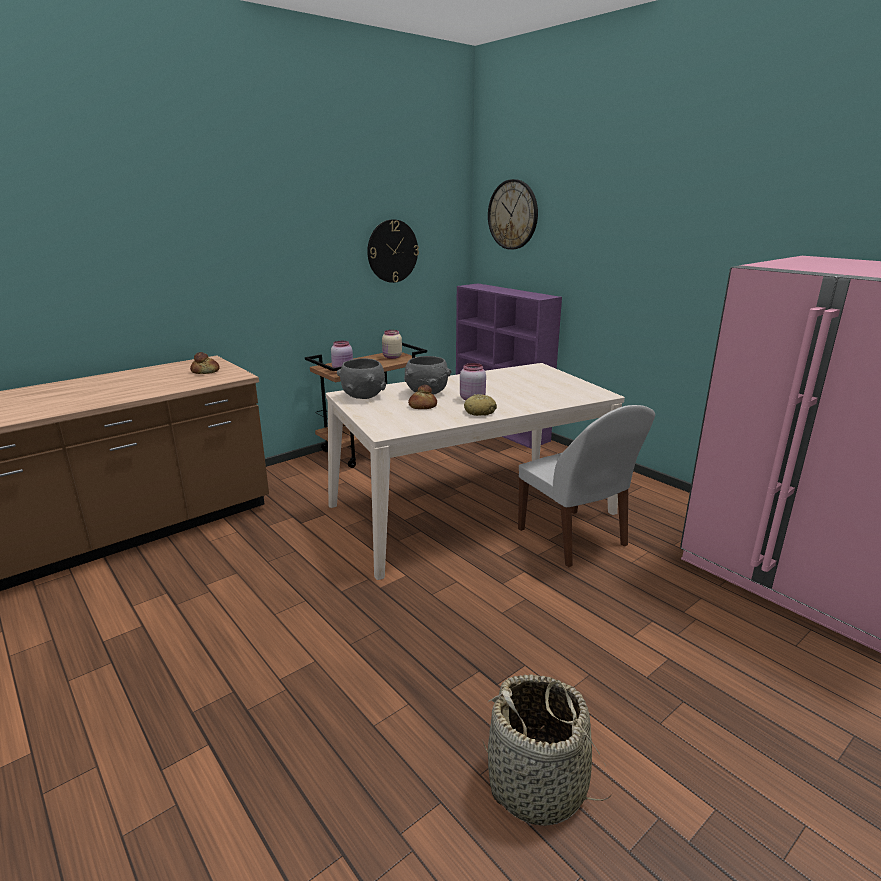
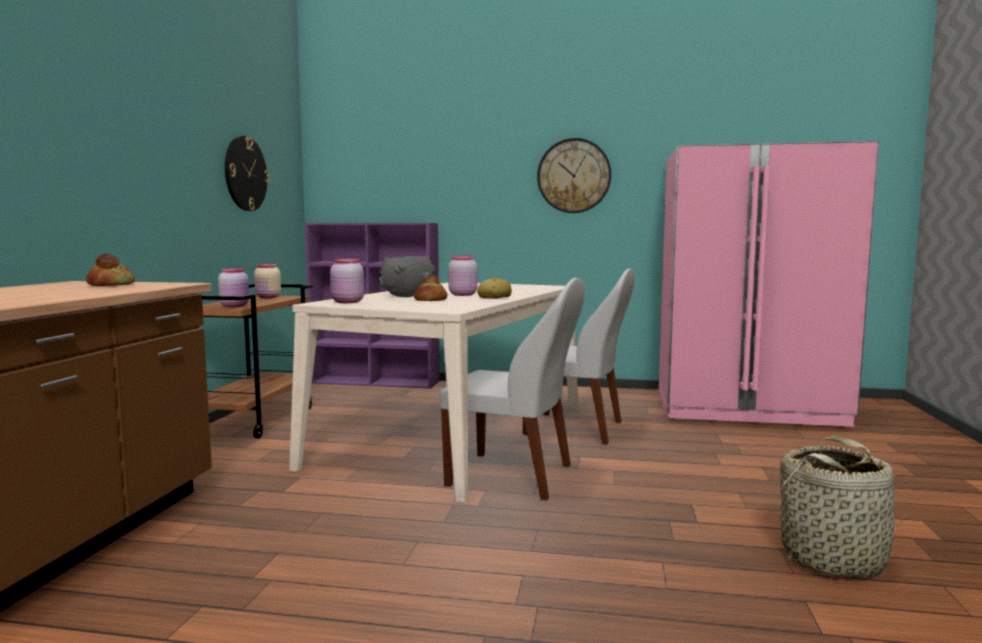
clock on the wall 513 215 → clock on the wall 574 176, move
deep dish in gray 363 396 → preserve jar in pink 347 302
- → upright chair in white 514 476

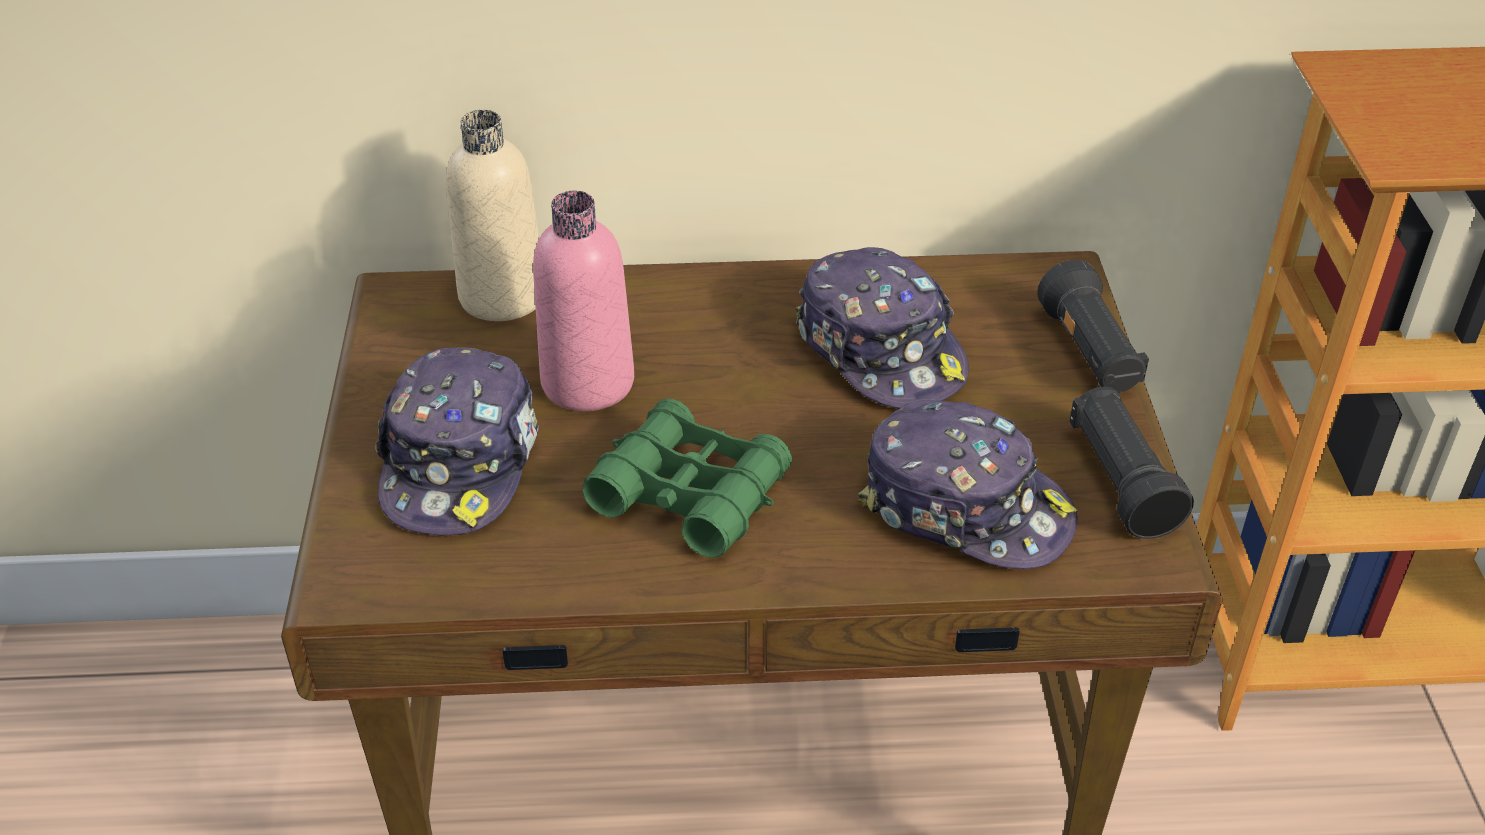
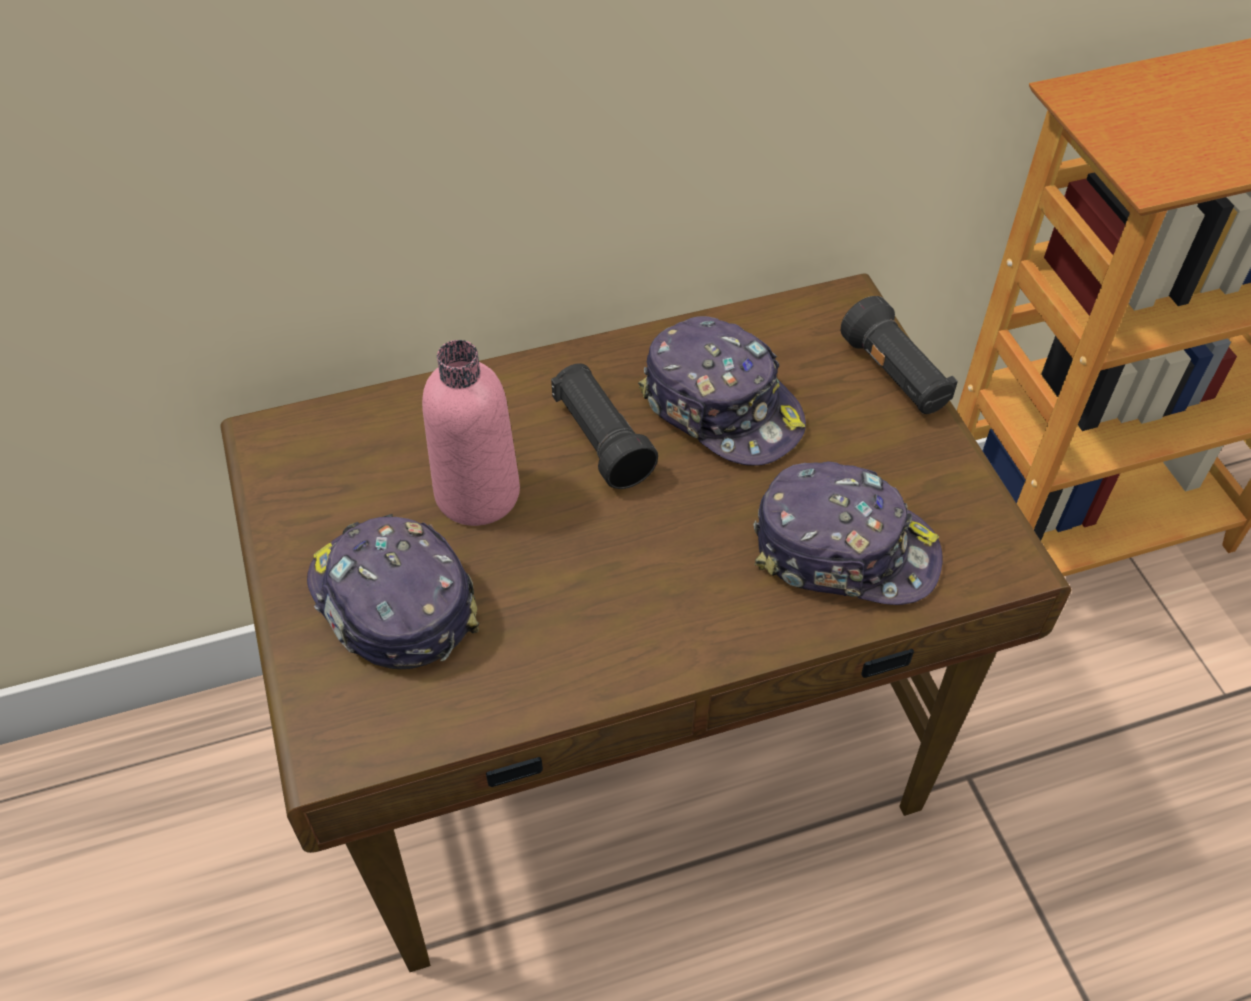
bottle in beige 502 296 → -
baseball cap 461 462 → baseball cap 391 601, 150 degrees clockwise
hand torch in black-coloured 1120 481 → hand torch in black-coloured 601 440, move
pair of binoculars in greenish 690 494 → -

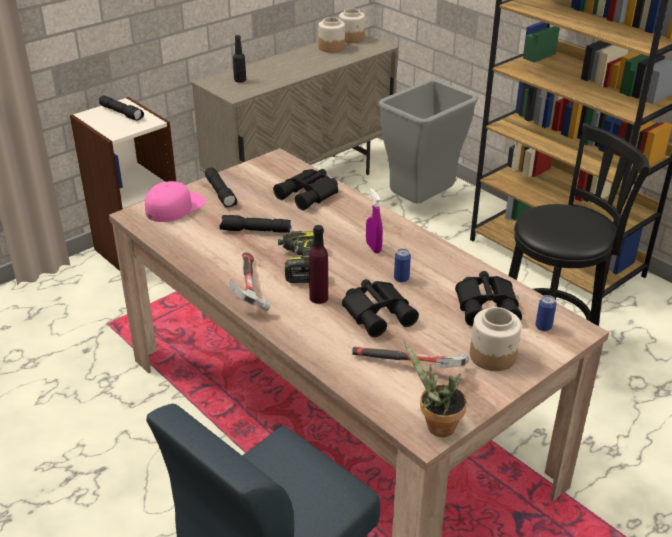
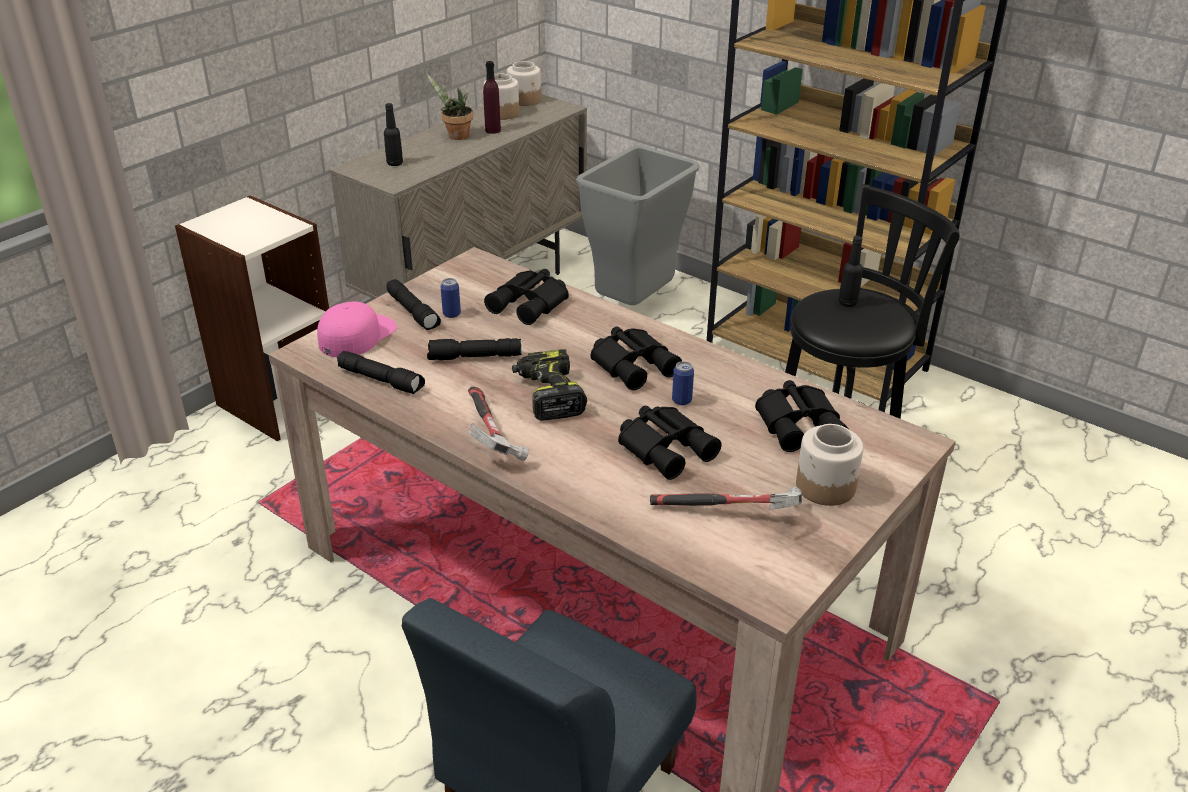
hand torch in black-coloured 122 113 → hand torch in black-coloured 382 380, move
spray bottle in purplish 373 247 → pair of binoculars in black-coloured 634 364
bottle in purplish 318 298 → bottle in purplish 493 130, move
metal can 543 327 → metal can 451 314, move
plant in a pot 436 426 → plant in a pot 455 136, move
- → bottle in black-coloured 847 303

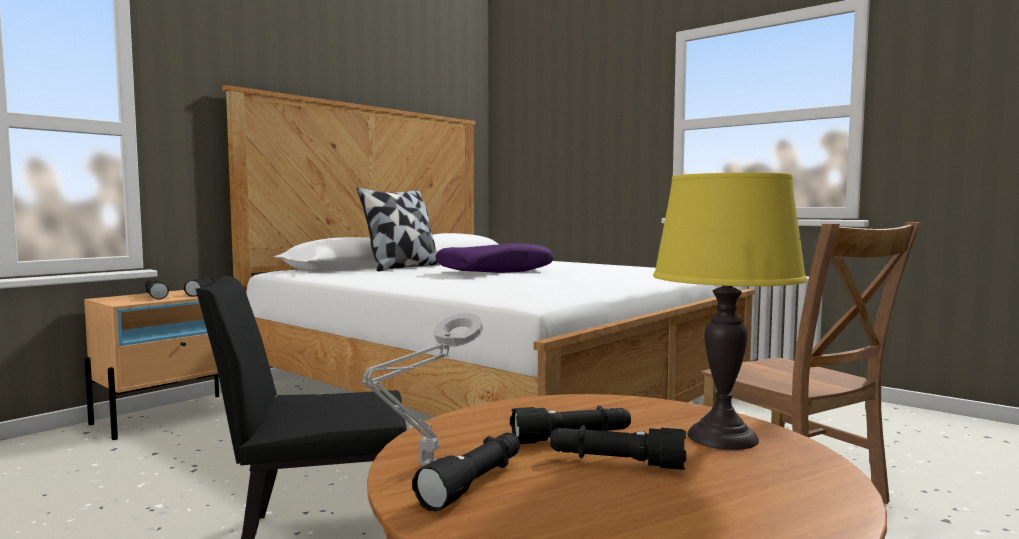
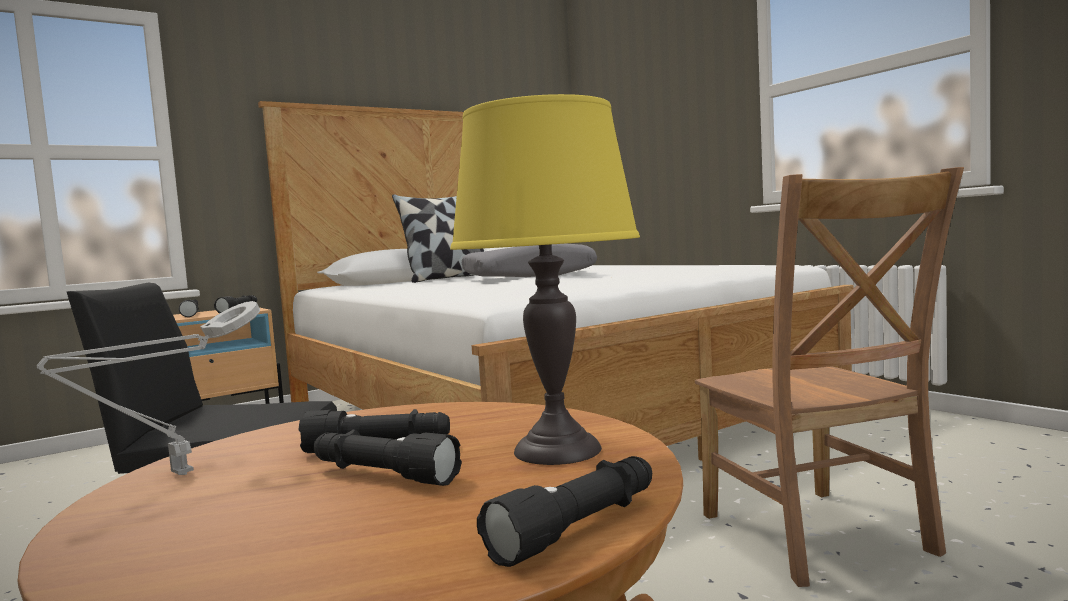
throw pillow in purplish 495 271 → throw pillow in gray 530 276
hand torch in black-coloured 475 483 → hand torch in black-coloured 579 528, move

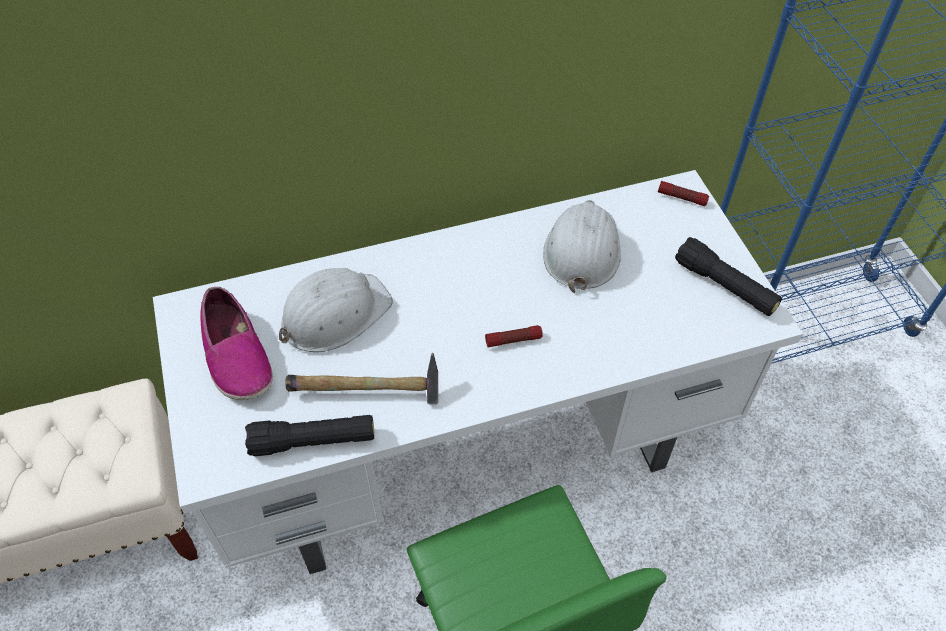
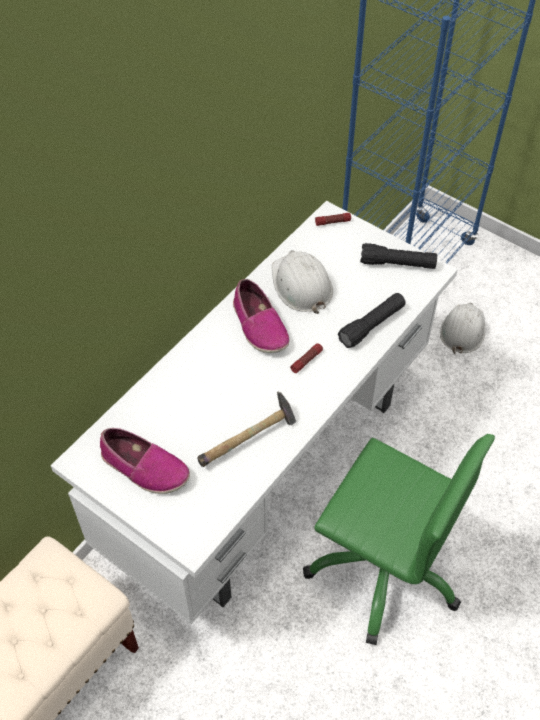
hard hat in white 334 314 → hard hat in white 462 330, move
hand torch in black-coloured 313 441 → hand torch in black-coloured 372 325, move
- → shoe 259 325

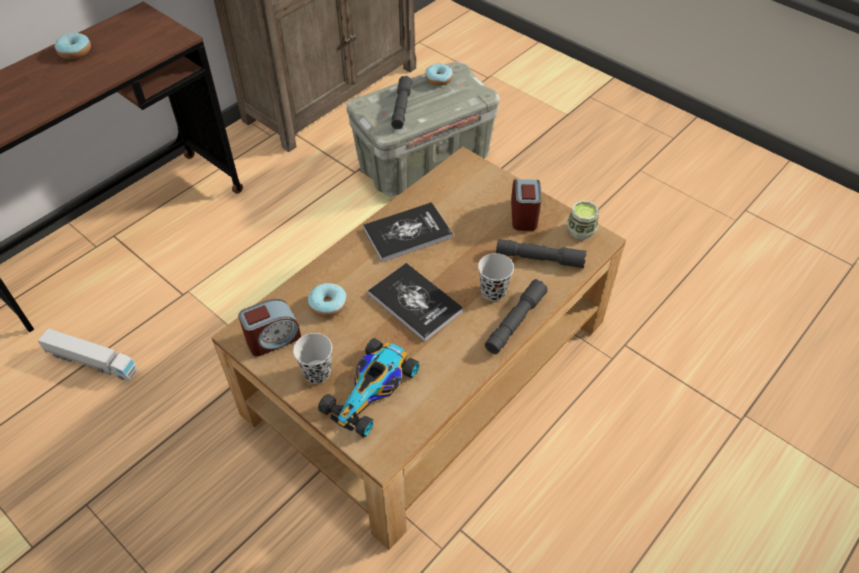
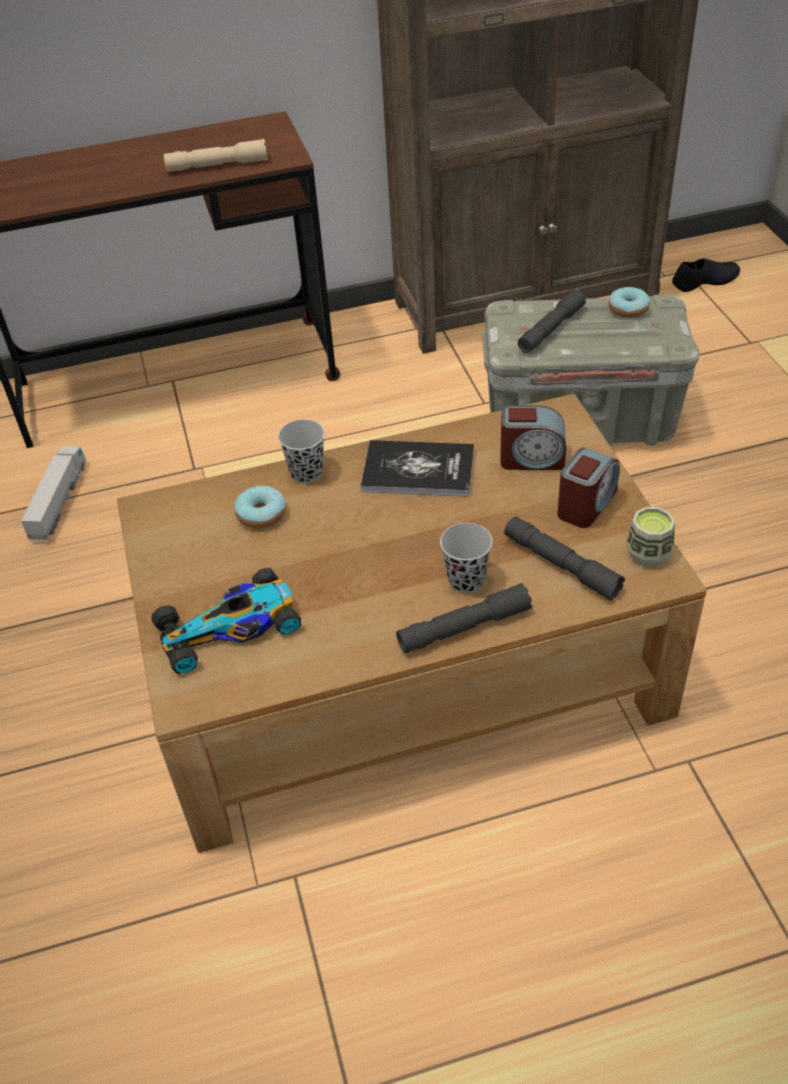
donut 75 52 → -
bound book 415 302 → -
bedside clock 273 339 → bedside clock 532 459, move
toy lorry 92 362 → toy lorry 59 502, 135 degrees counterclockwise
drinking cup in black-coloured 317 372 → drinking cup in black-coloured 306 473, move
- → hand torch in beige 217 165
- → shoe in black-coloured 704 281

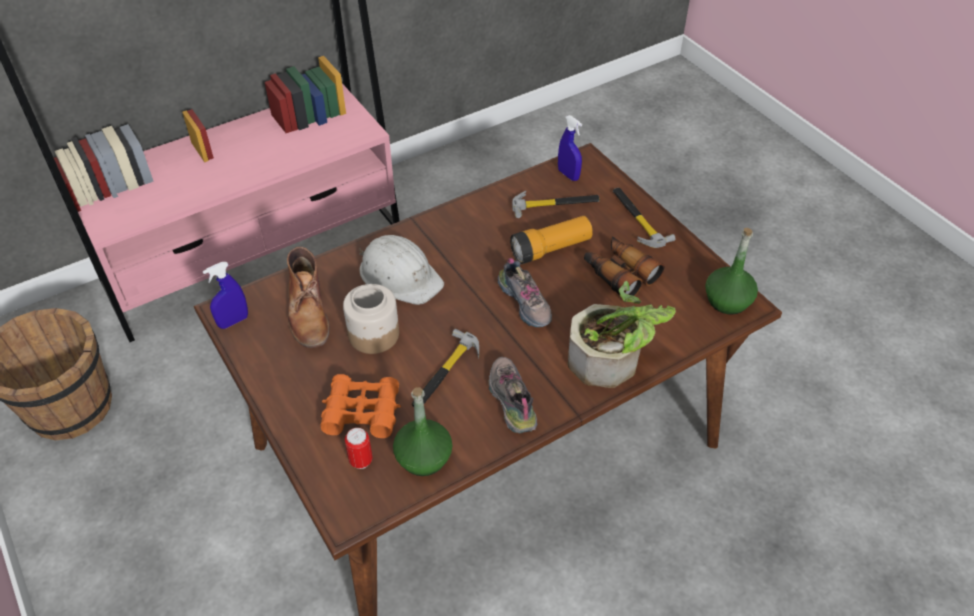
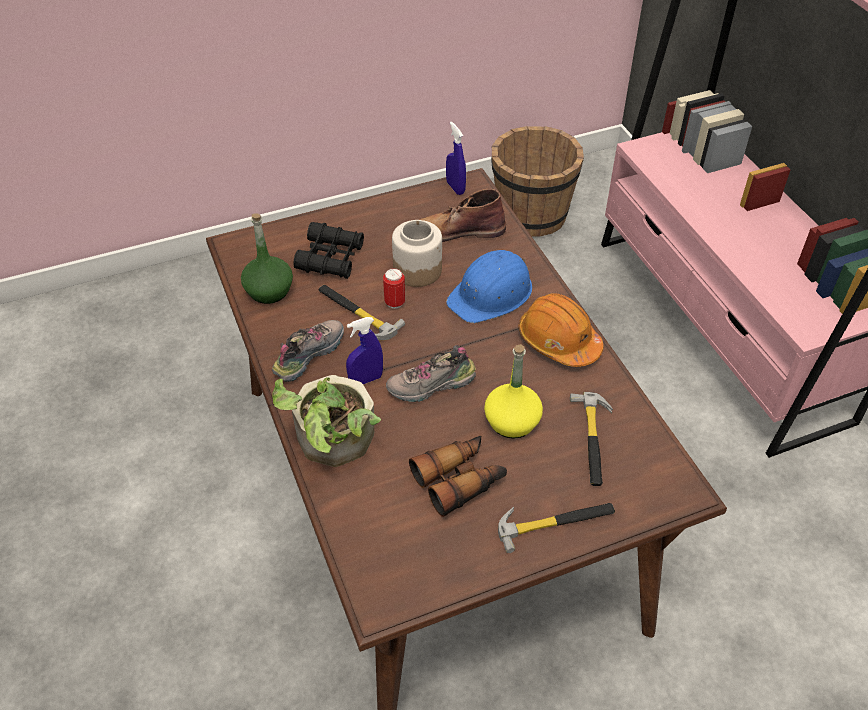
spray bottle in blue 568 175 → spray bottle in blue 366 380, move
hand torch 551 249 → bottle in yellow-coloured 512 422
bottle in greenish 727 300 → -
hard hat in white 400 276 → hard hat in blue 492 294
shoe 510 400 → shoe 309 354, 45 degrees counterclockwise
pair of binoculars in orange 362 412 → pair of binoculars in black-coloured 330 258
metal can 361 461 → metal can 394 302, move
- → hard hat in orange 558 341

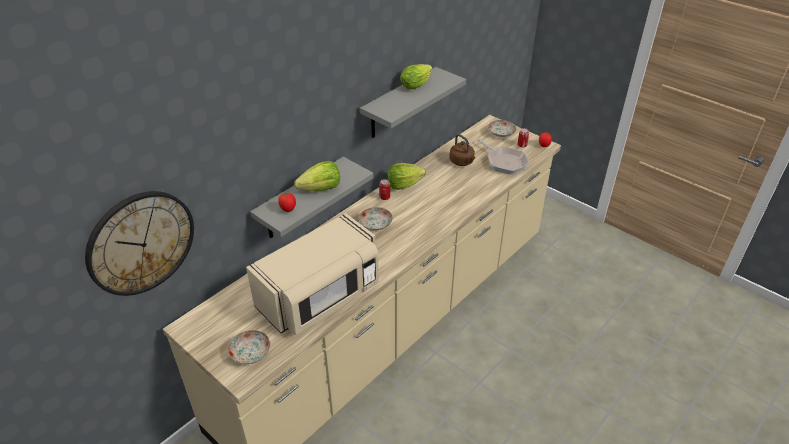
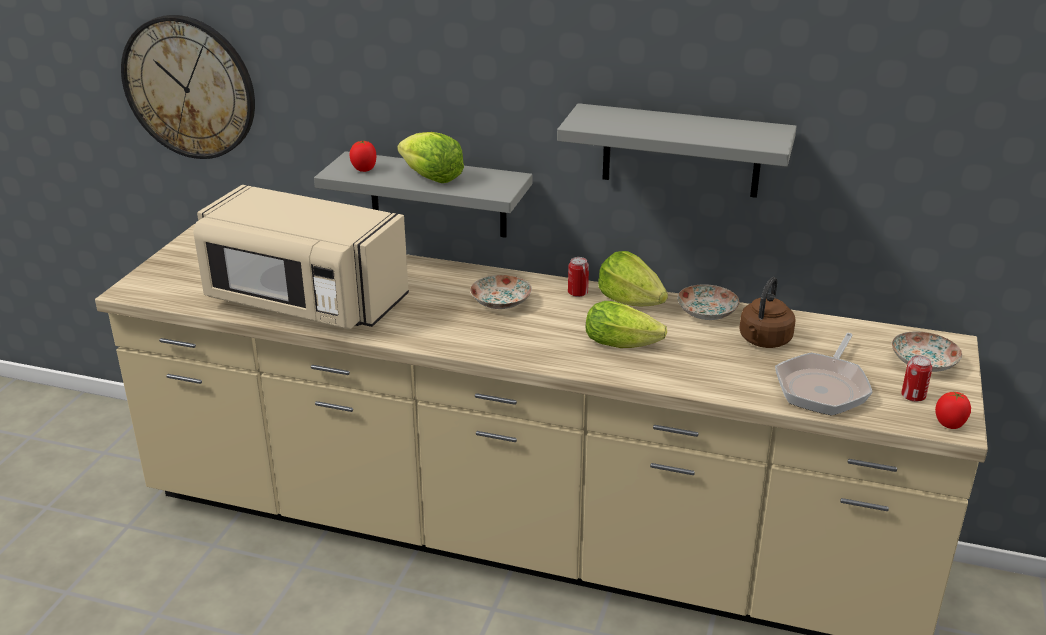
head of lettuce 417 84 → head of lettuce 625 343, move
flat dish 251 353 → flat dish 707 313, move

